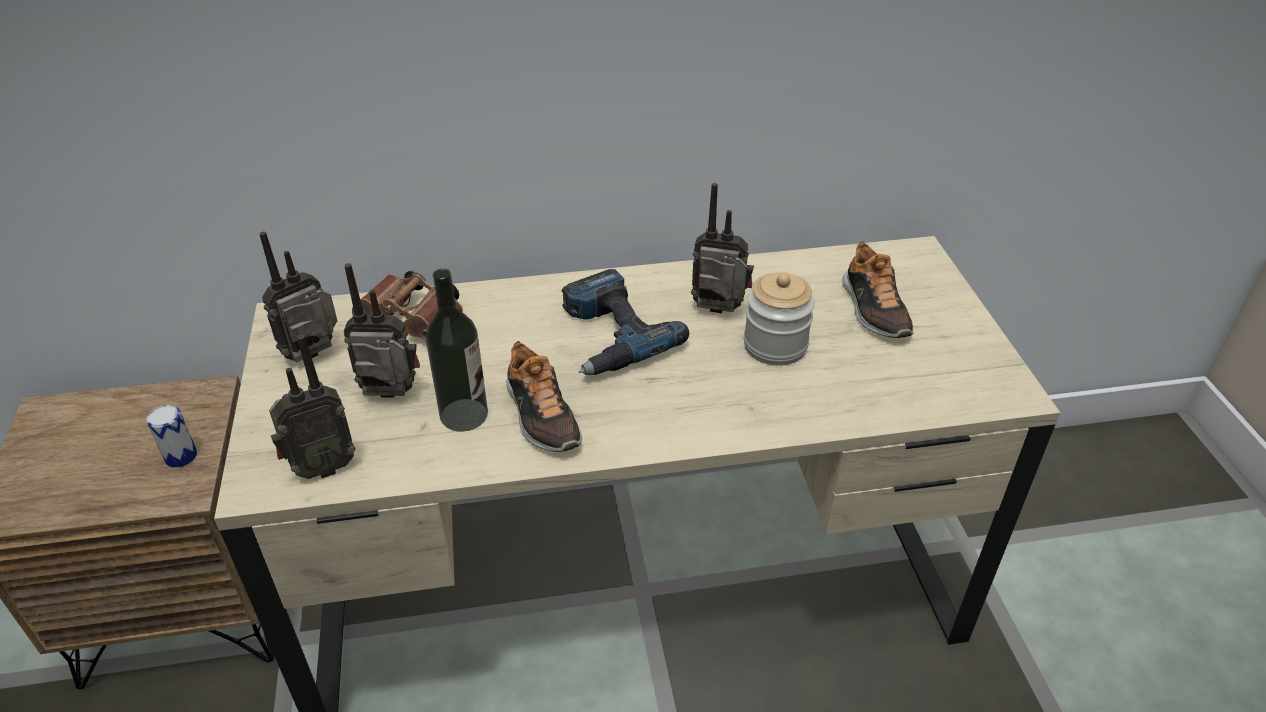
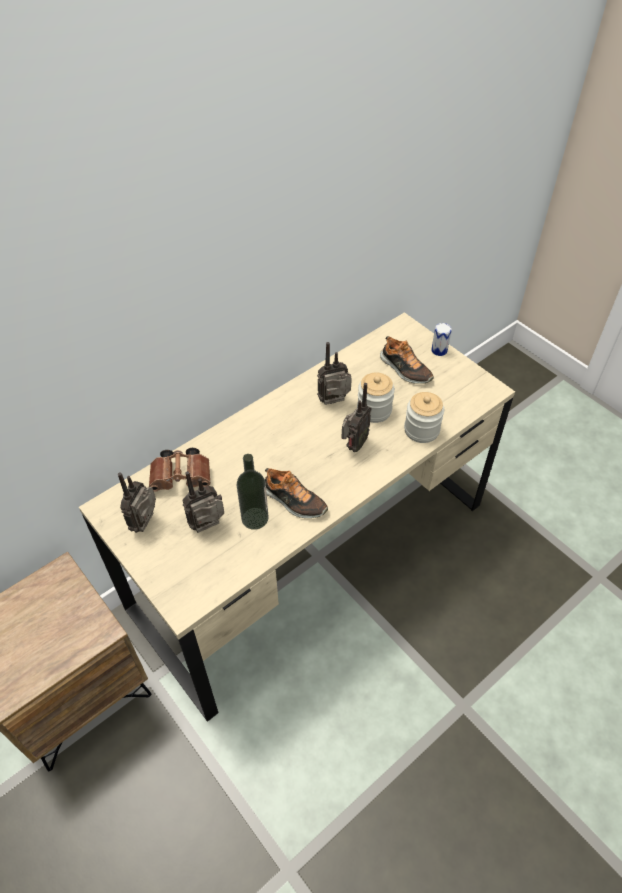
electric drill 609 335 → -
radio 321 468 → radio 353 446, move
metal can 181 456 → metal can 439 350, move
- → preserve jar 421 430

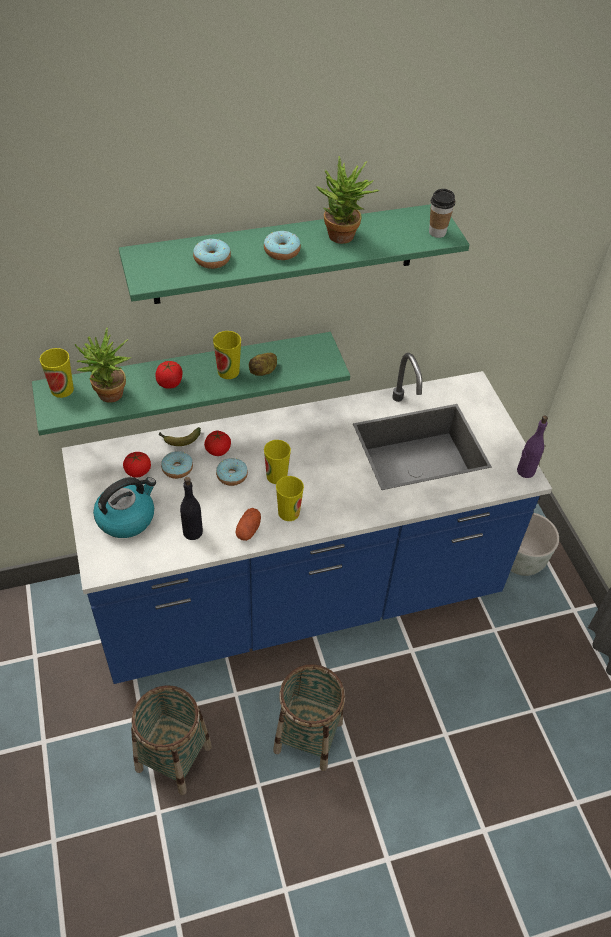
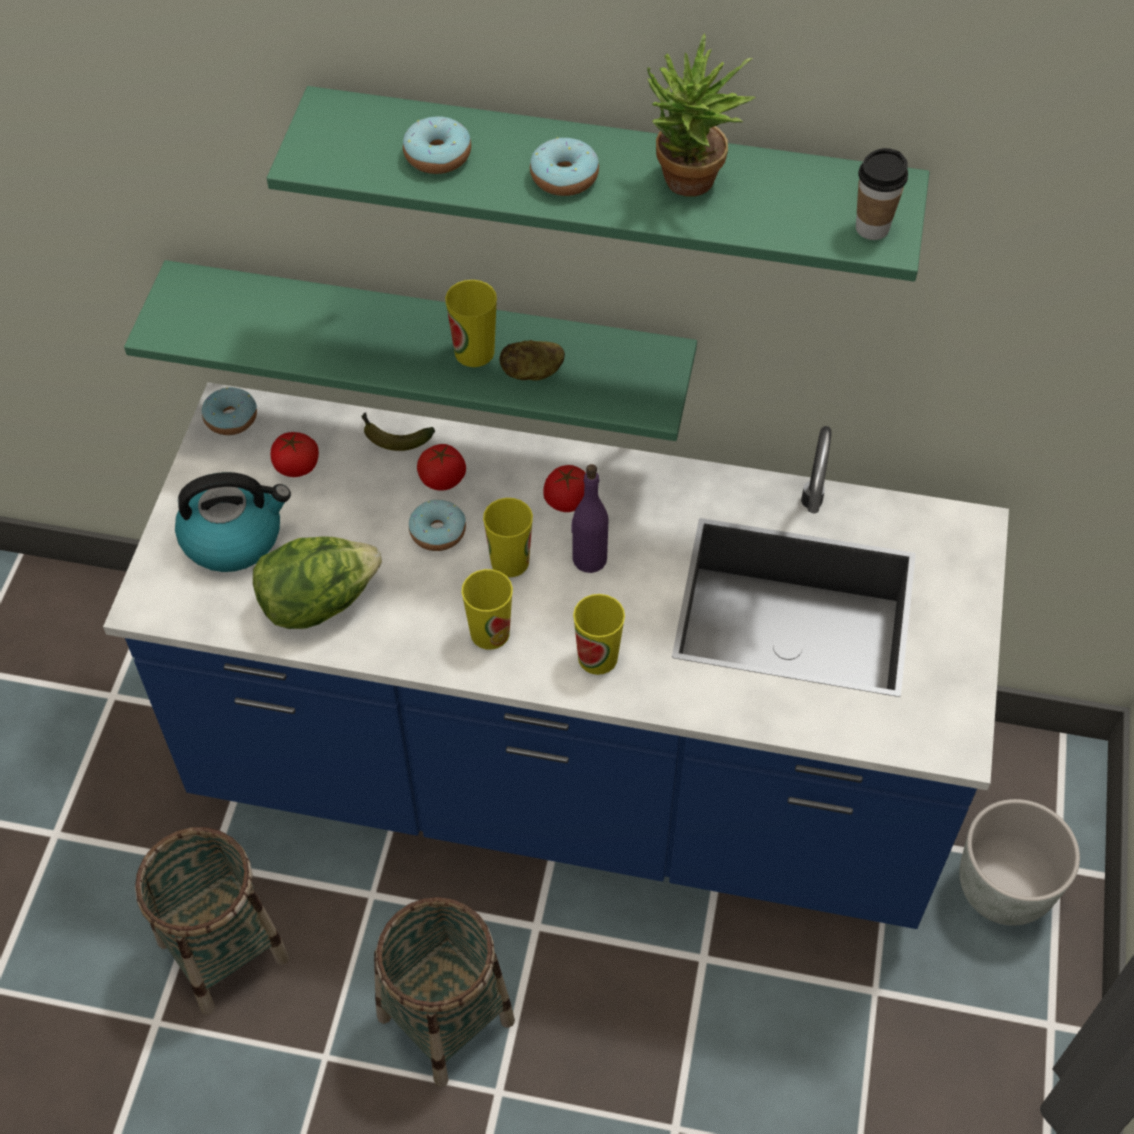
plant in a pot 109 398 → -
drinking cup 62 389 → drinking cup 597 657, move
whole tomato 170 383 → whole tomato 567 500, move
bottle in purplish 525 471 → bottle in purplish 589 559, move
donut 177 468 → donut 231 418, move
bottle in black-coloured 193 532 → head of lettuce 319 602
potato 248 530 → -

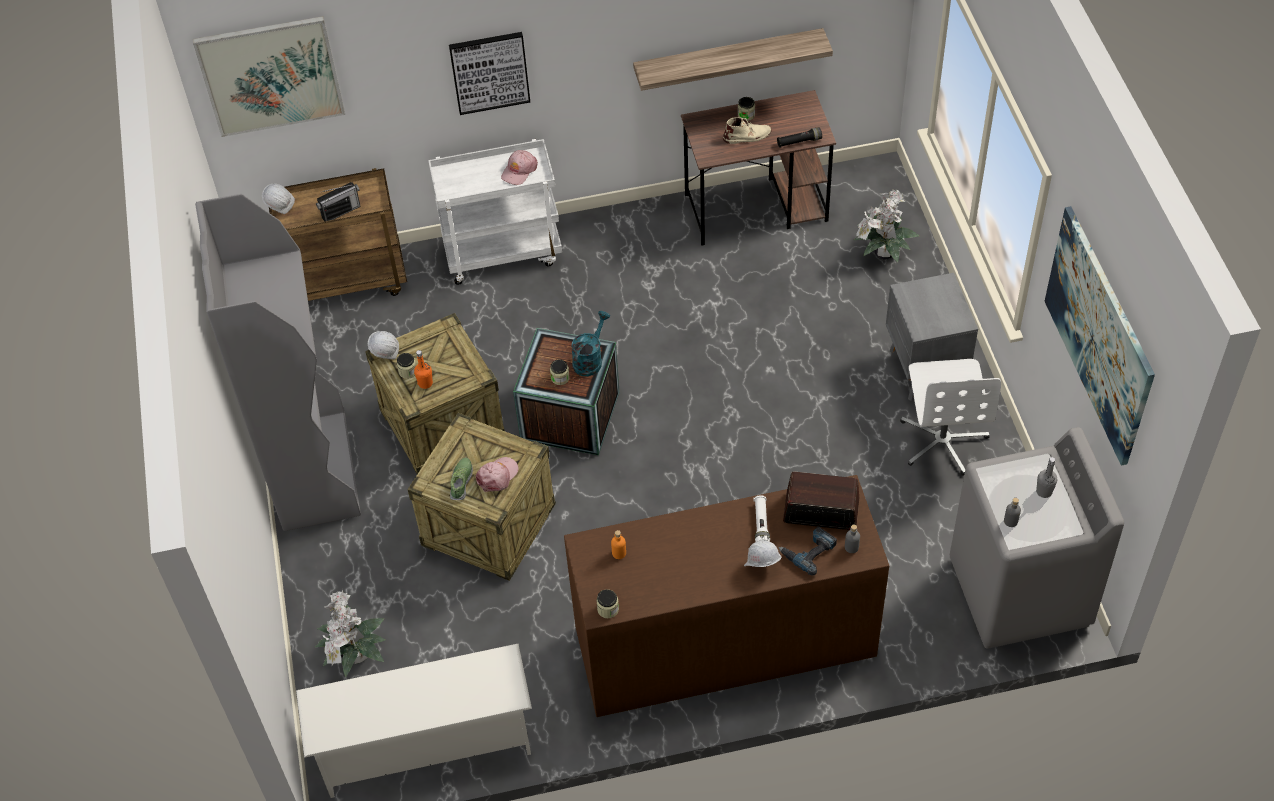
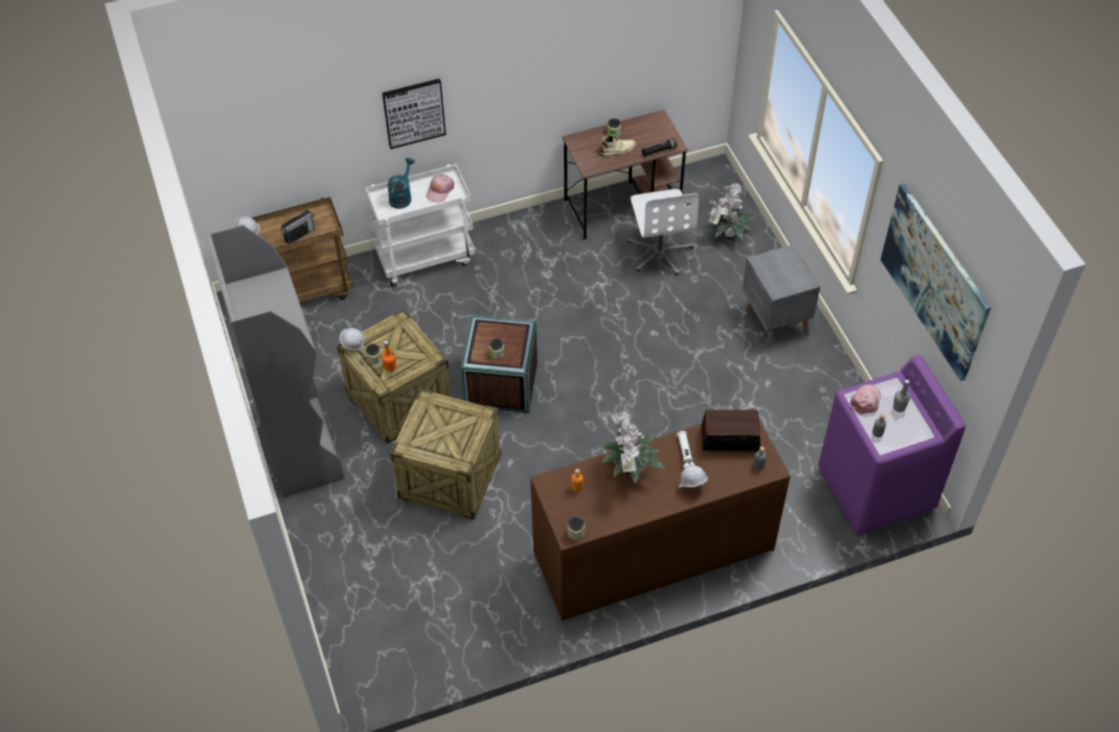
picture 270 75 → -
bracket shelf 728 59 → -
watering pot in turquoise-coloured 590 359 → watering pot in turquoise-coloured 402 196, move
desk chair in white 943 440 → desk chair in white 659 252, move
laundry appliance in gray 1019 593 → laundry appliance in purplish 876 489
baseball cap in pink 497 476 → baseball cap in pink 865 401, move
shoe 461 482 → -
electric drill 808 551 → -
plant in a pot 355 657 → plant in a pot 629 470, move
shoe shelf in white 425 745 → -

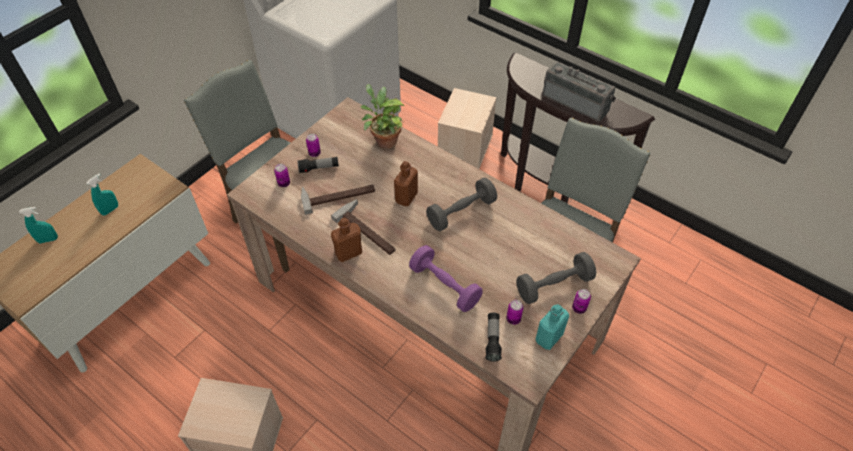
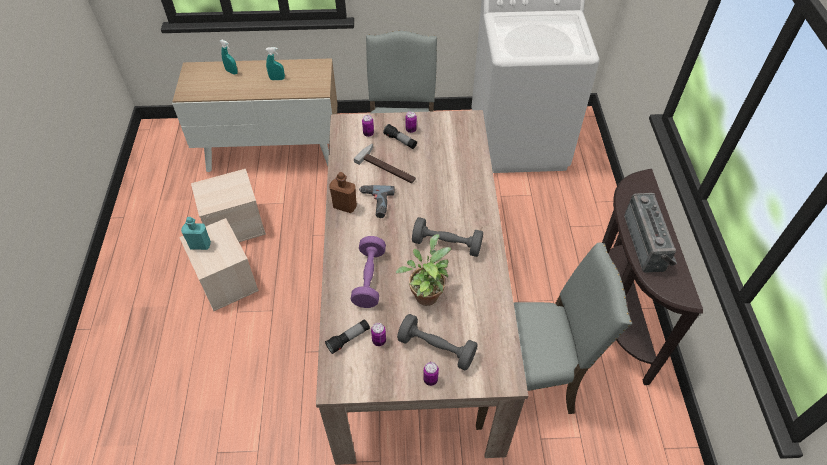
plant in a pot 384 140 → plant in a pot 426 293, move
storage bin in beige 464 146 → storage bin in beige 235 225, move
bottle in brownish 406 197 → -
hammer 369 230 → electric drill 375 203
bottle in turquoise-coloured 549 337 → bottle in turquoise-coloured 200 245, move

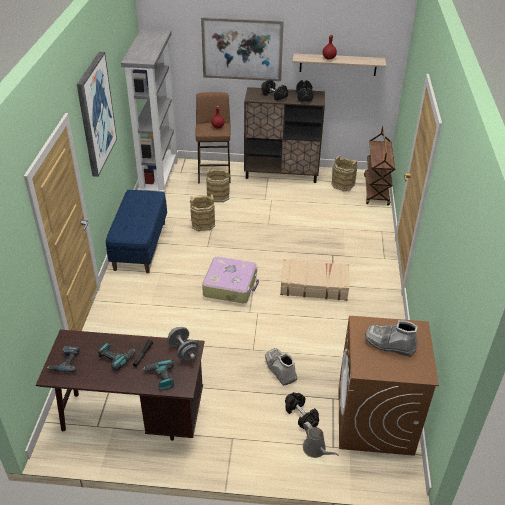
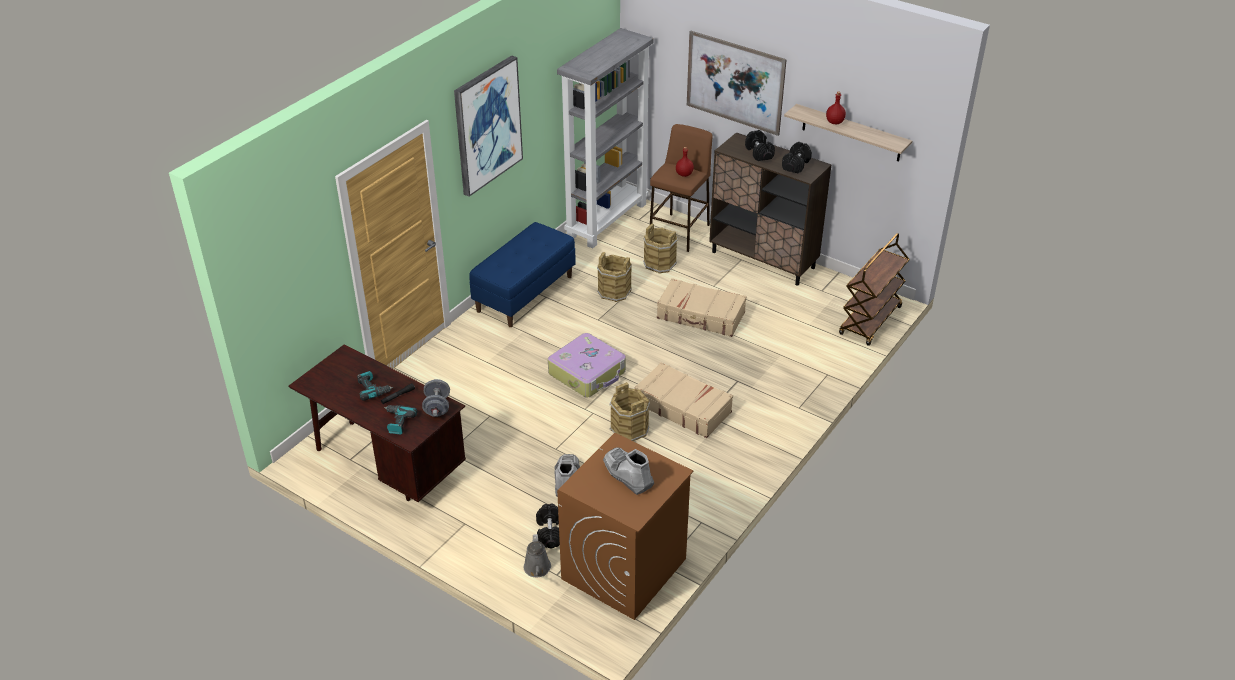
pail in brownish 343 185 → pail in brownish 629 429, move
electric drill 65 362 → -
- → piece of luggage in beige 701 316

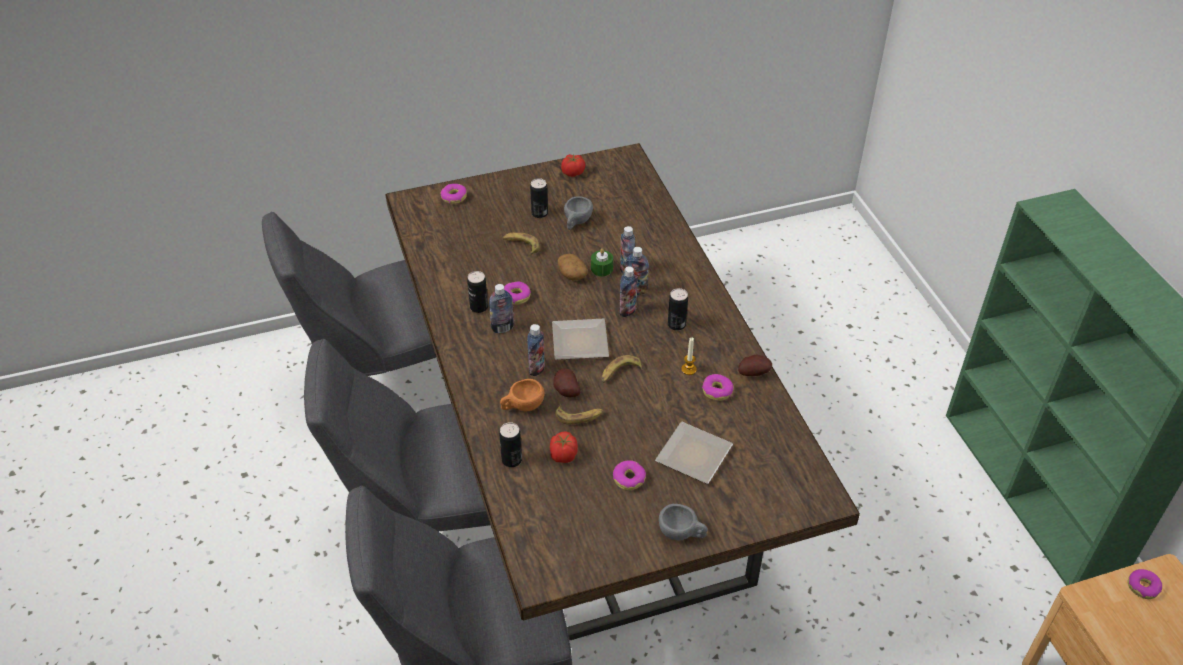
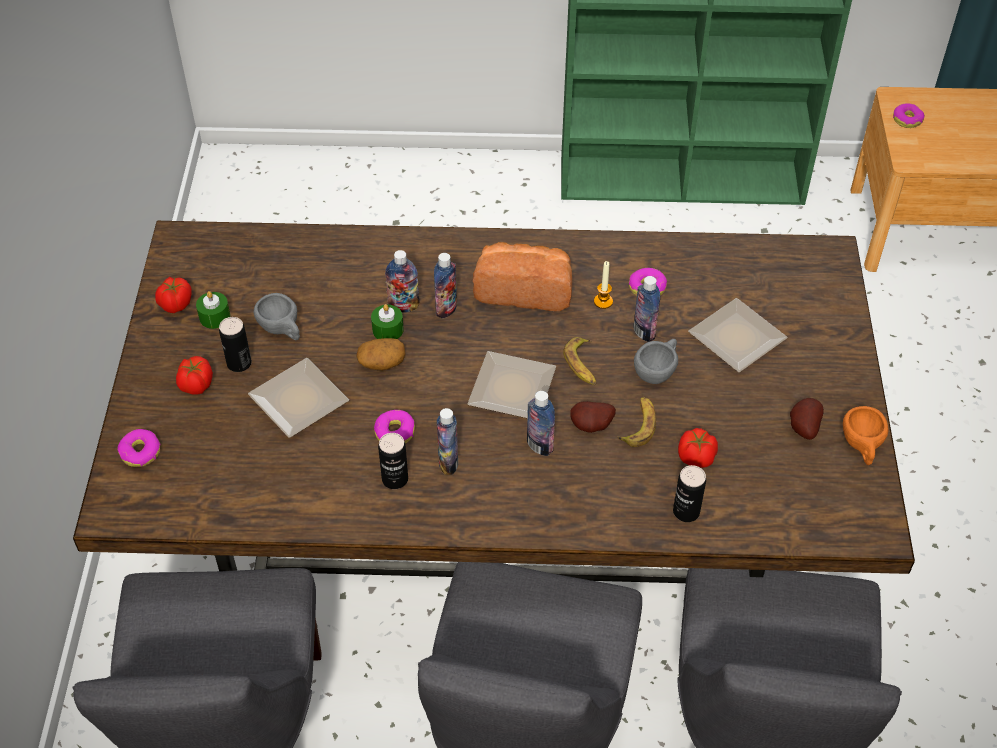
whole banana 521 245 → flat dish 295 401
bottle 628 310 → bottle 644 331, move
metal can 676 324 → baked bread 524 289
potato 753 373 → potato 802 427, move
drinking cup in orange 522 406 → drinking cup in orange 862 446, move
donut 629 478 → -
drinking cup in gray 682 533 → drinking cup in gray 657 371, move
- → wax light in greenish 214 317
- → whole tomato 196 385

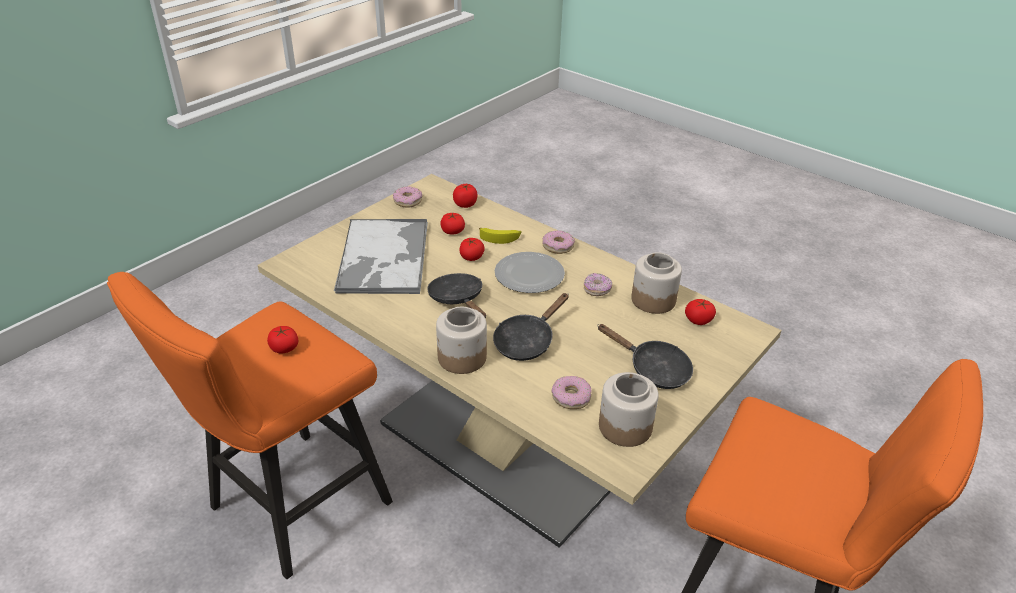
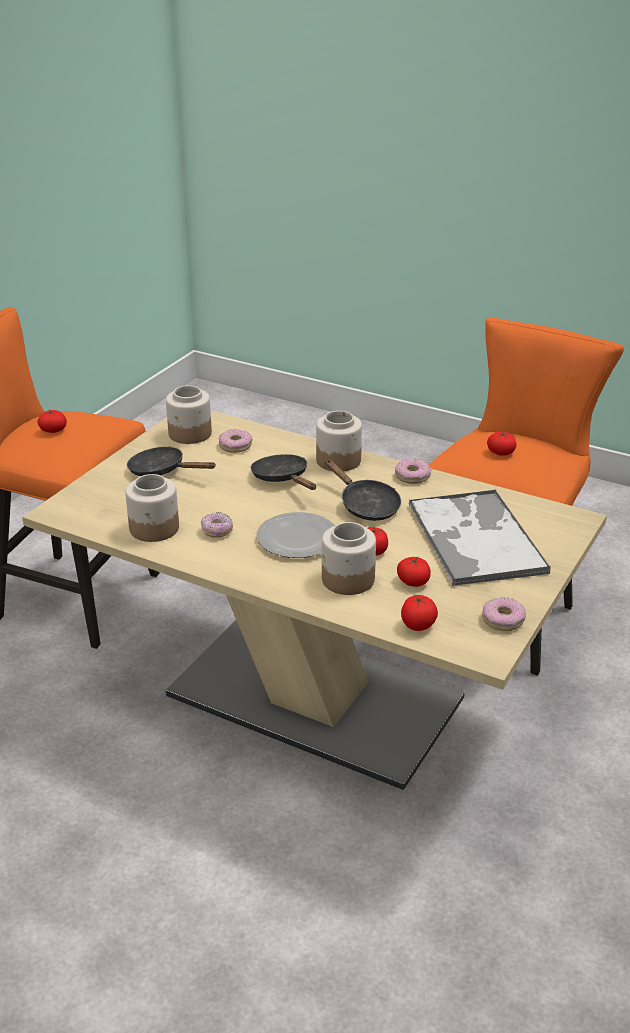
whole banana 500 238 → preserve jar 347 580
donut 558 246 → donut 412 476, move
skillet in black-coloured 527 341 → skillet in black-coloured 283 478, 60 degrees counterclockwise
whole tomato 698 320 → whole tomato 53 430, move

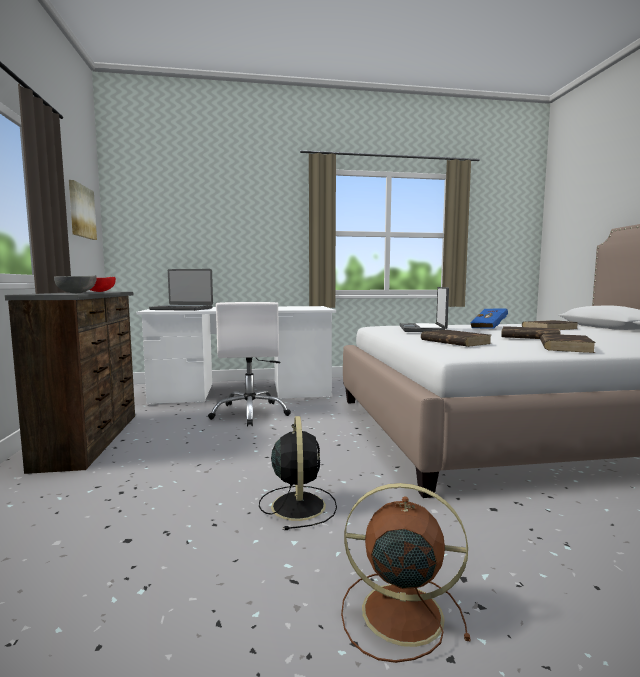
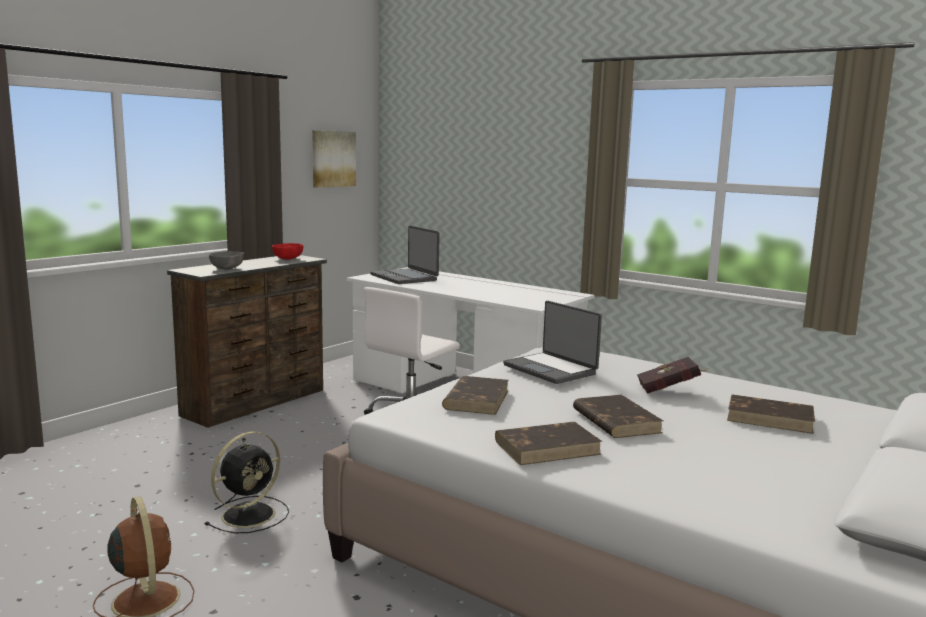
notebook computer 423 329 → notebook computer 551 369, 90 degrees counterclockwise
bound book in blue 490 328 → bound book in red-coloured 670 391

